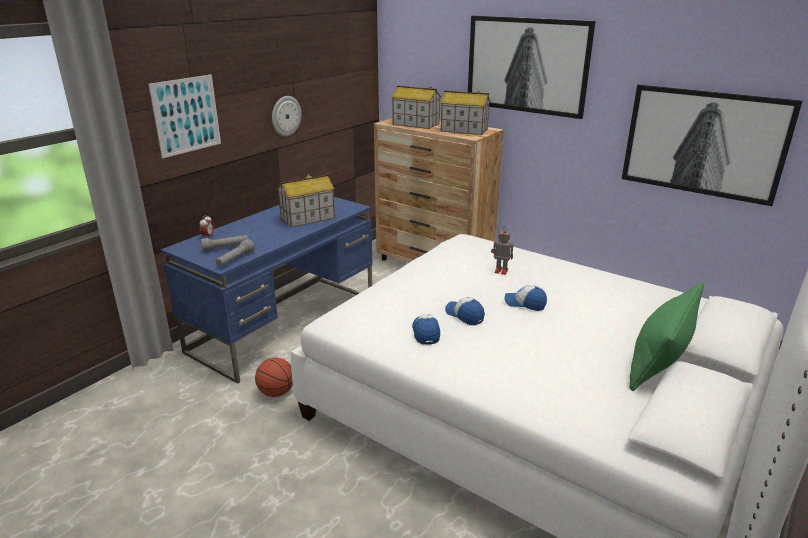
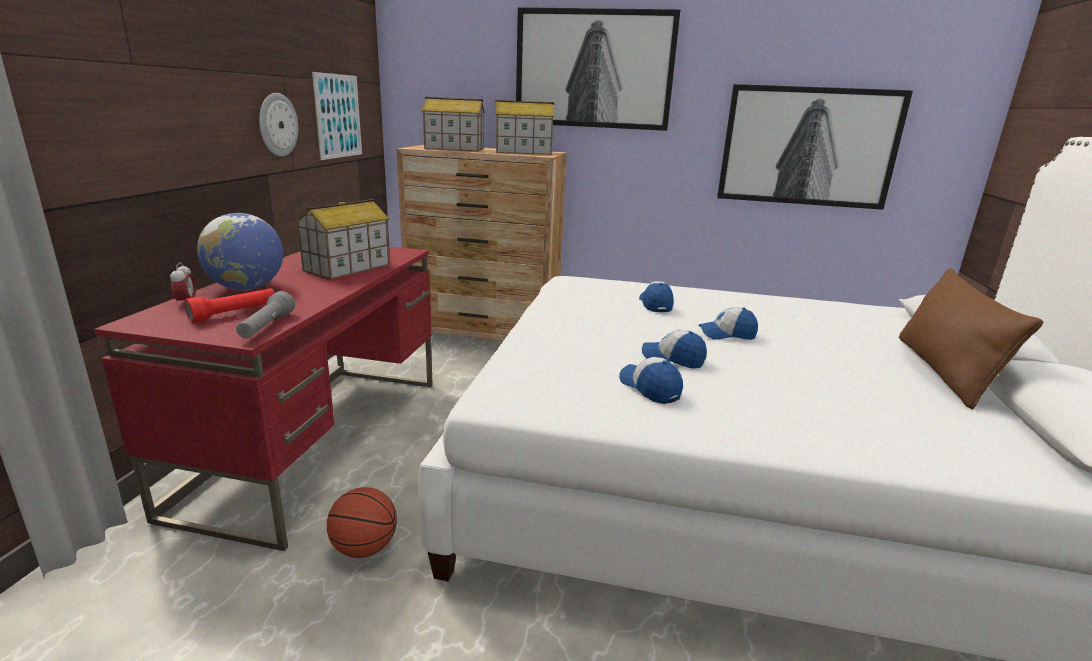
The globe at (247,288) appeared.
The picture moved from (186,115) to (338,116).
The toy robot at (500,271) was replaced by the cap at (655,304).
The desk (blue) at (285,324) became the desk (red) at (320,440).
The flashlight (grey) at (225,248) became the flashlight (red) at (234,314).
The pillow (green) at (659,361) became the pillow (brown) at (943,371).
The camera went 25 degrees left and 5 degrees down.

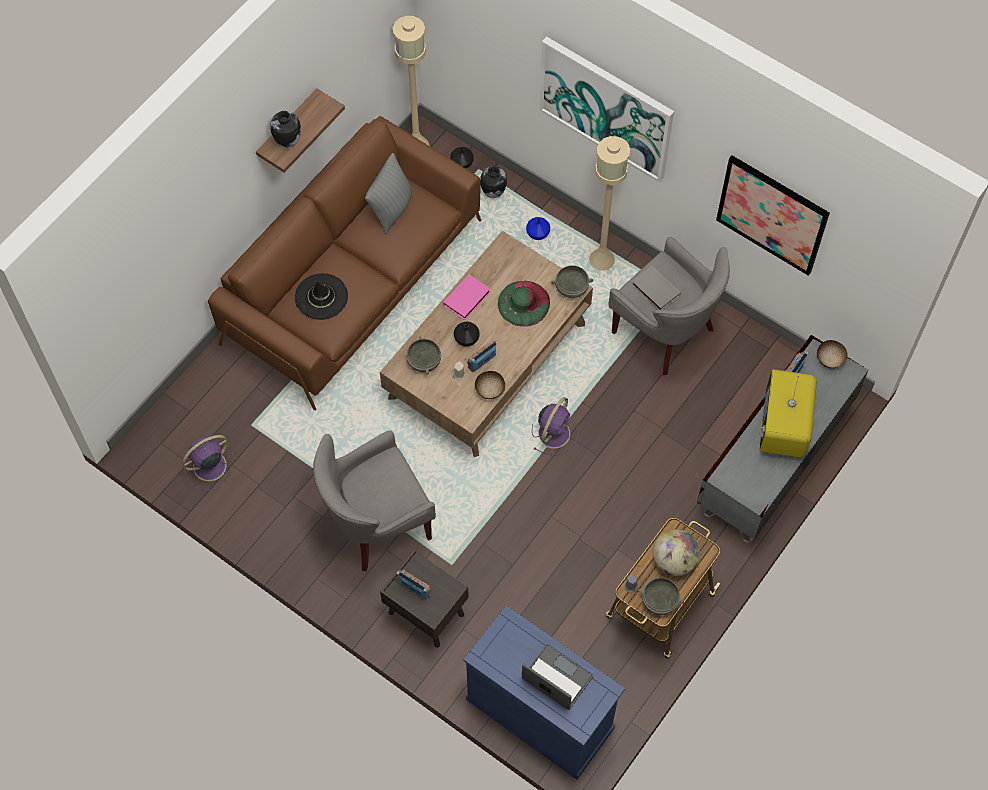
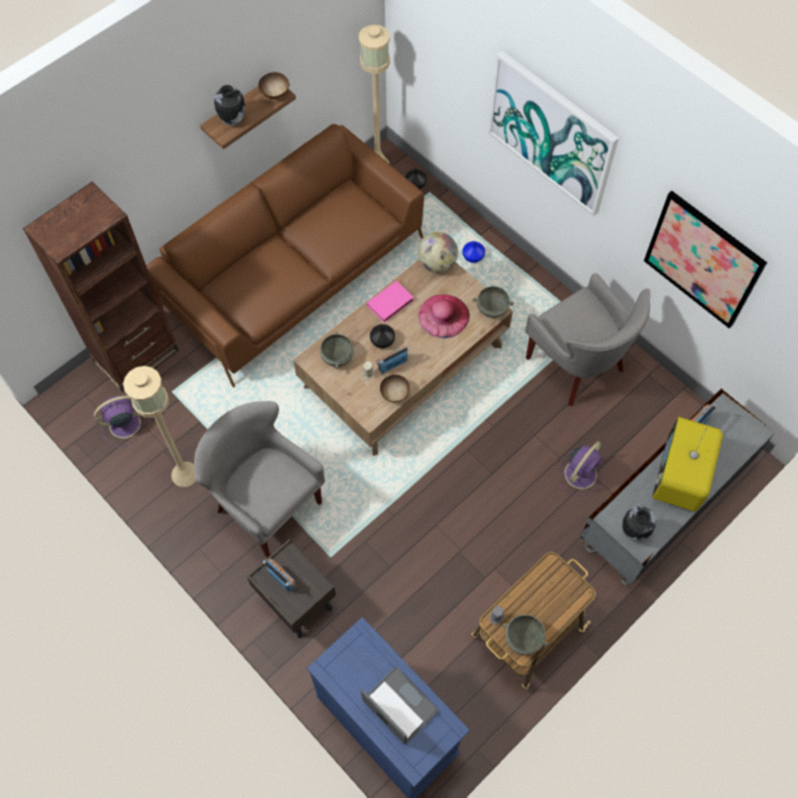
The hat (black) at (321,297) disappeared.
The pillow (grey) at (392,209) disappeared.
The book (grey) at (654,290) disappeared.
The bookcase (brown) at (136,356) appeared.
The vase moved from (493,192) to (633,531).
The fan (purple) moved from (554,432) to (581,472).
The floor lamp (beige) moved from (601,260) to (184,474).
The globe moved from (674,561) to (437,263).
The bowl moved from (829,360) to (274,94).
The hat (green) at (523,303) became the hat (pink) at (443,316).
The armchair (grey) at (376,524) turned 60 degrees clockwise.
The camera went 10 degrees right and 0 degrees up.

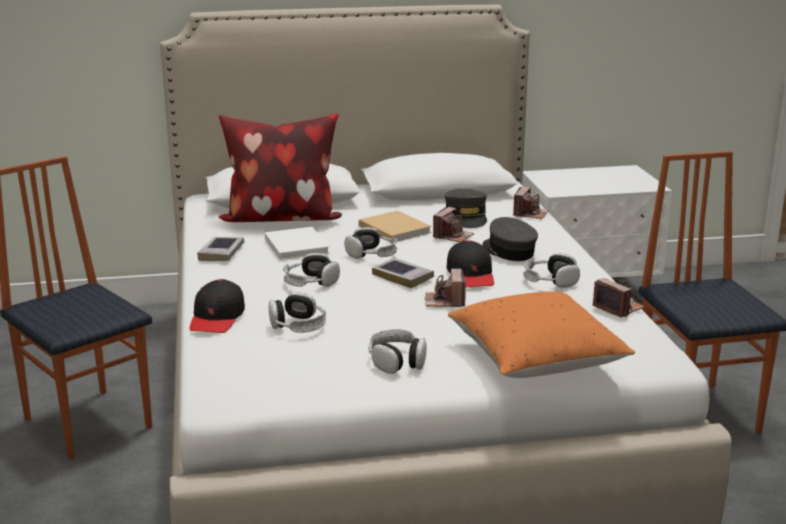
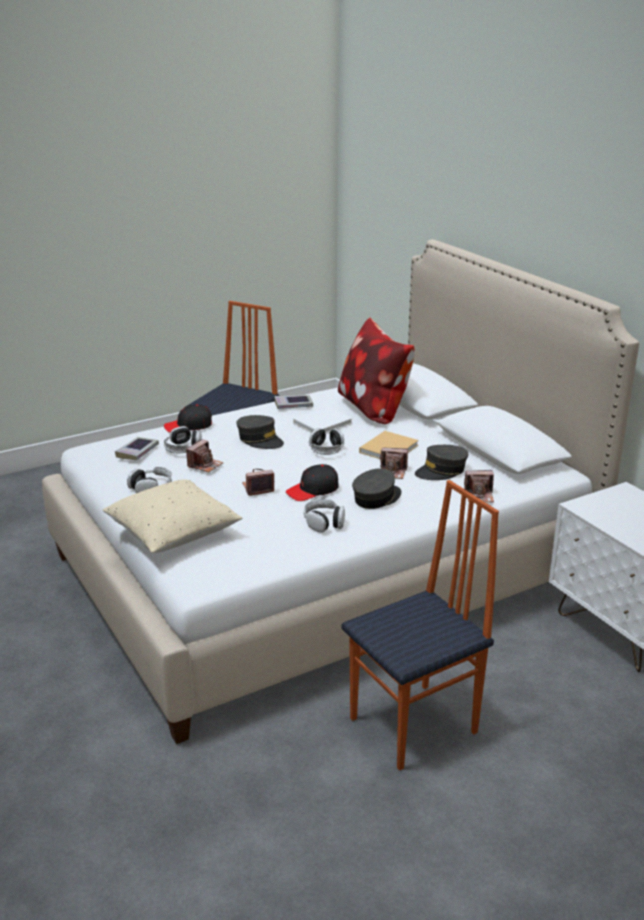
The book moved from (403,277) to (137,452).
The photo camera moved from (618,308) to (205,465).
The headphones at (311,282) was replaced by the cap (grey) at (260,440).
The pillow (orange) at (536,360) became the pillow (beige) at (173,533).
The camera went 70 degrees right and 5 degrees up.

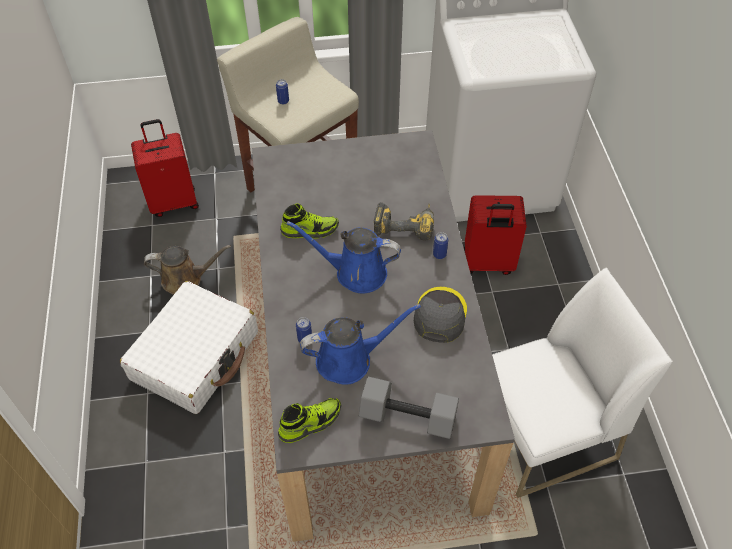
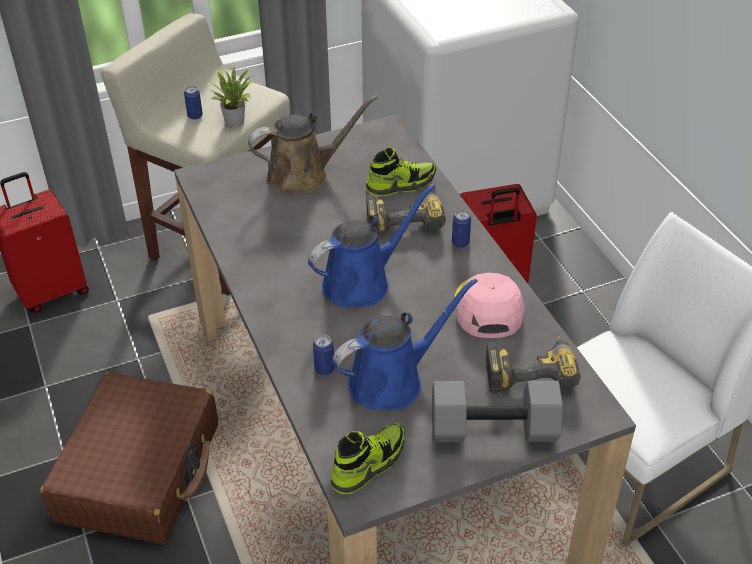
The potted plant at (235,120) appeared.
The power drill at (529,369) appeared.
The watering can (brown) moved from (186,279) to (303,174).
The shoe moved from (309,230) to (401,184).
The suitcase (white) at (195,356) became the suitcase (brown) at (139,472).
The cap (grey) at (439,315) became the cap (pink) at (487,308).
The watering can (blue) at (355,272) turned 150 degrees clockwise.
The camera went 15 degrees left and 10 degrees down.

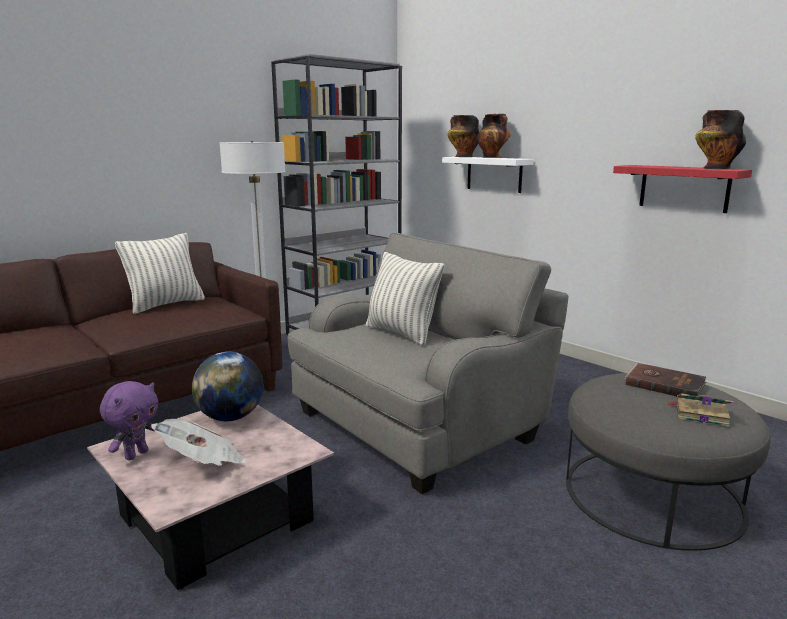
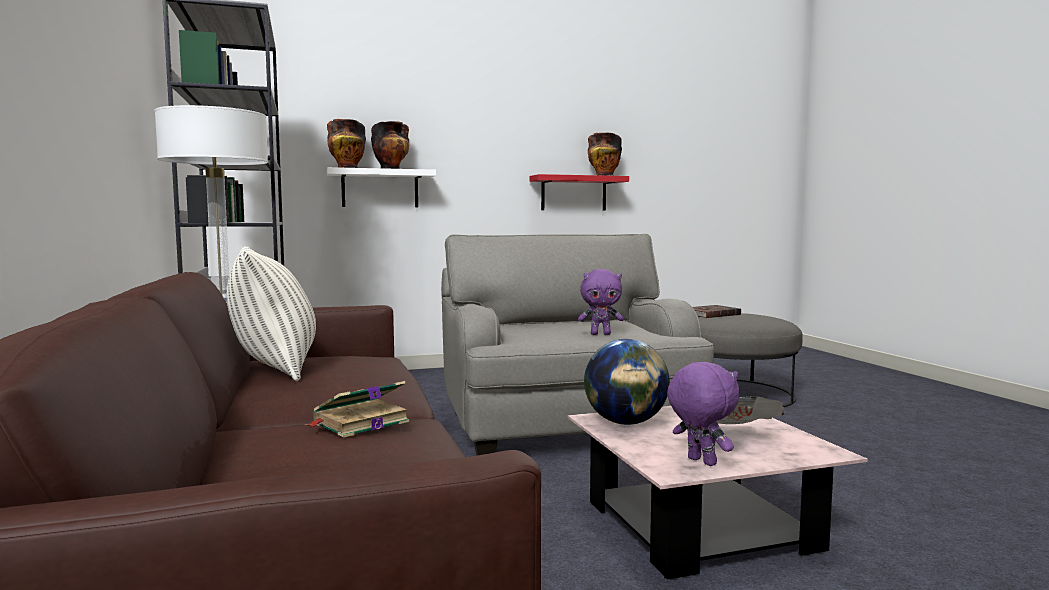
The pillow at (402,333) disappeared.
The plush toy (purple) at (600,334) appeared.
The book moved from (699,414) to (359,423).
The camera went 65 degrees left and 10 degrees down.

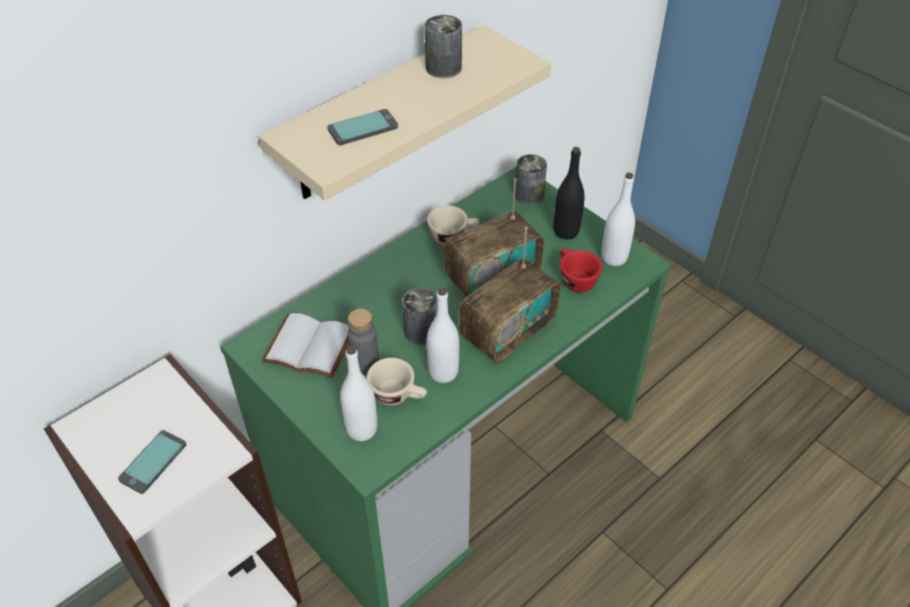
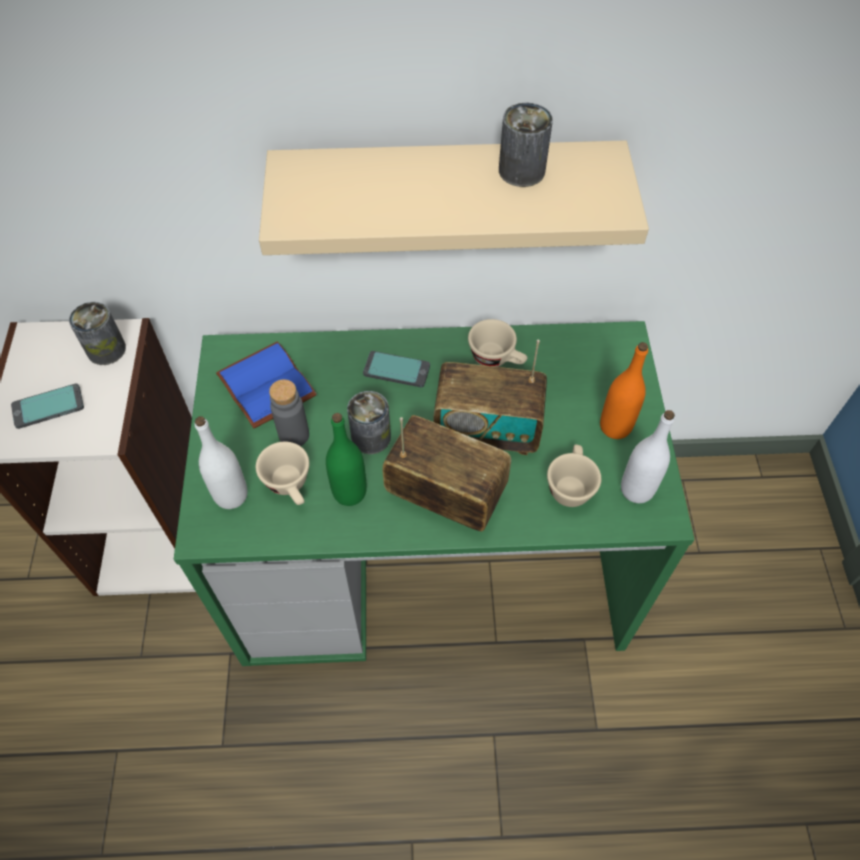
The phone moved from (362,128) to (396,370).
The can moved from (529,195) to (106,349).
The book (white) at (307,348) became the book (blue) at (263,386).
The bottle (white) at (443,372) became the bottle (green) at (349,492).
The bottle (black) at (566,231) became the bottle (orange) at (615,426).
The cup (red) at (574,279) became the cup (beige) at (569,485).
The radio at (507,333) turned 150 degrees counterclockwise.
The camera went 40 degrees right and 10 degrees up.

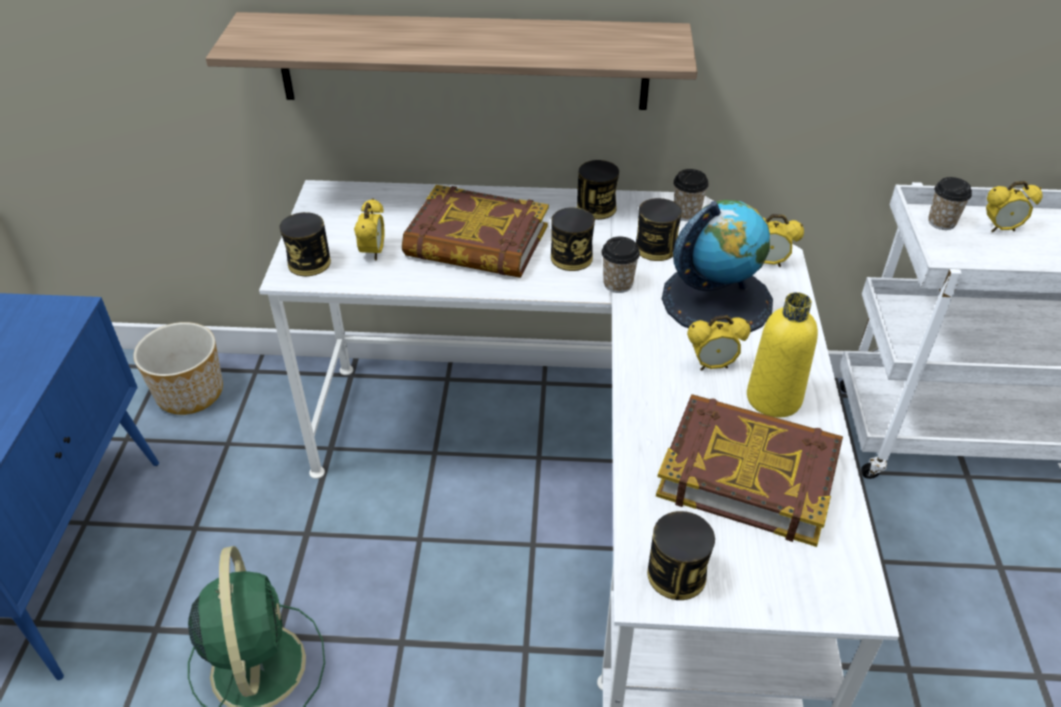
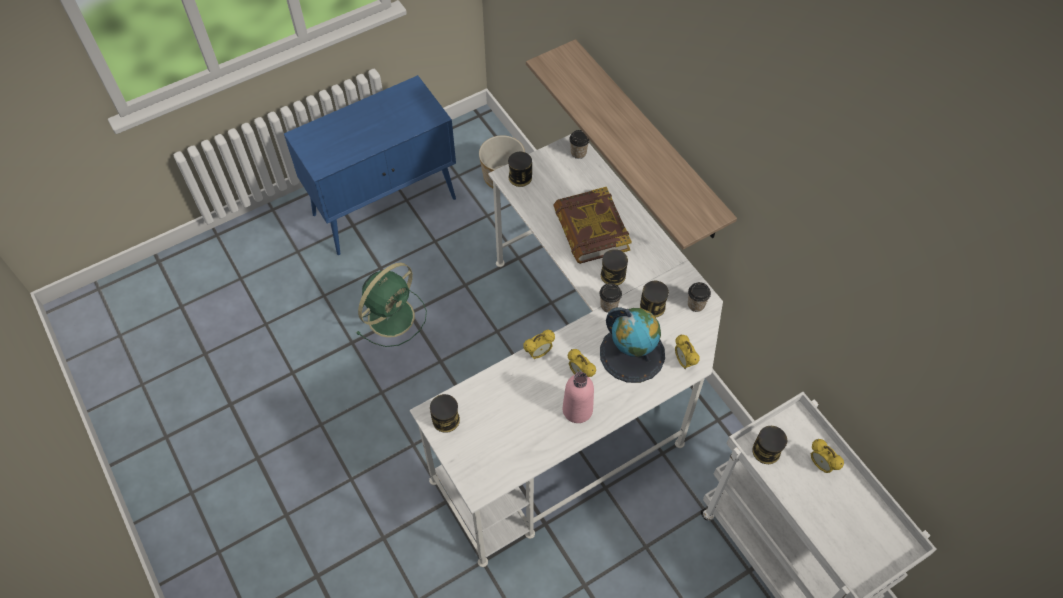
The book at (748,474) disappeared.
The alarm clock moved from (373,253) to (539,353).
The can moved from (596,208) to (766,451).
The cup moved from (941,222) to (578,153).
The bottle (yellow) at (773,398) became the bottle (pink) at (577,410).
The camera went 55 degrees right and 15 degrees up.

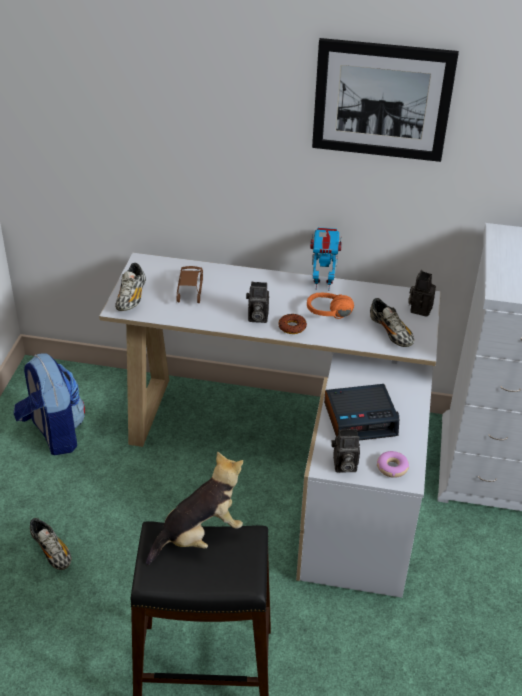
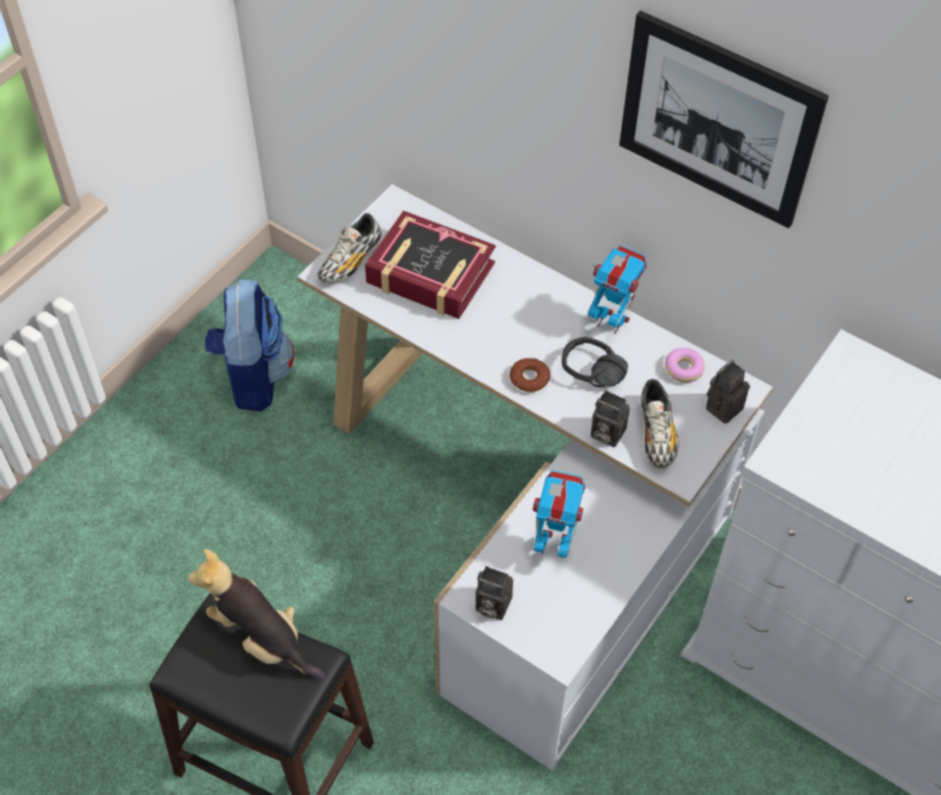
The shoe at (52,551) disappeared.
The photo camera moved from (256,317) to (605,433).
The donut moved from (392,468) to (683,369).
The toy car (brown) at (190,291) was replaced by the book at (430,274).
The alarm clock at (360,419) was replaced by the toy robot at (554,544).
The headphones (orange) at (329,317) became the headphones (black) at (588,378).
The plush toy at (200,536) turned 135 degrees counterclockwise.
The camera went 25 degrees right and 15 degrees up.

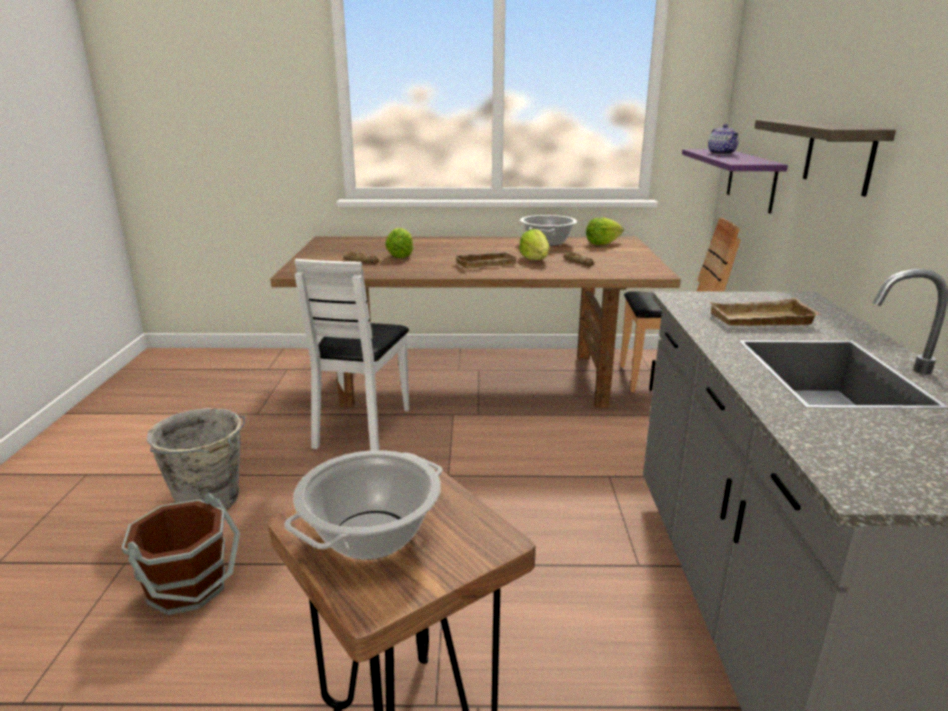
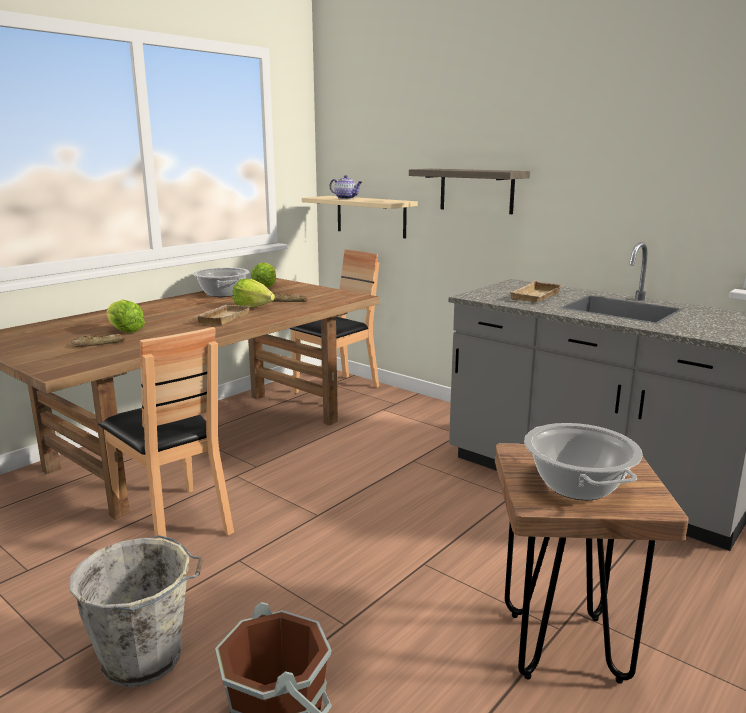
The chair (white) at (361,427) became the chair (brown) at (174,522).
The shelf (purple) at (751,179) became the shelf (beige) at (371,216).
The camera went 50 degrees left and 5 degrees down.

